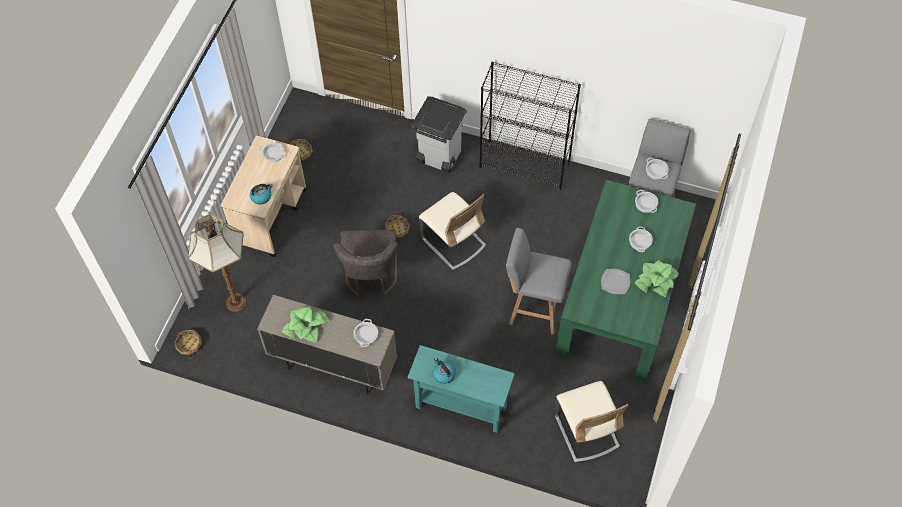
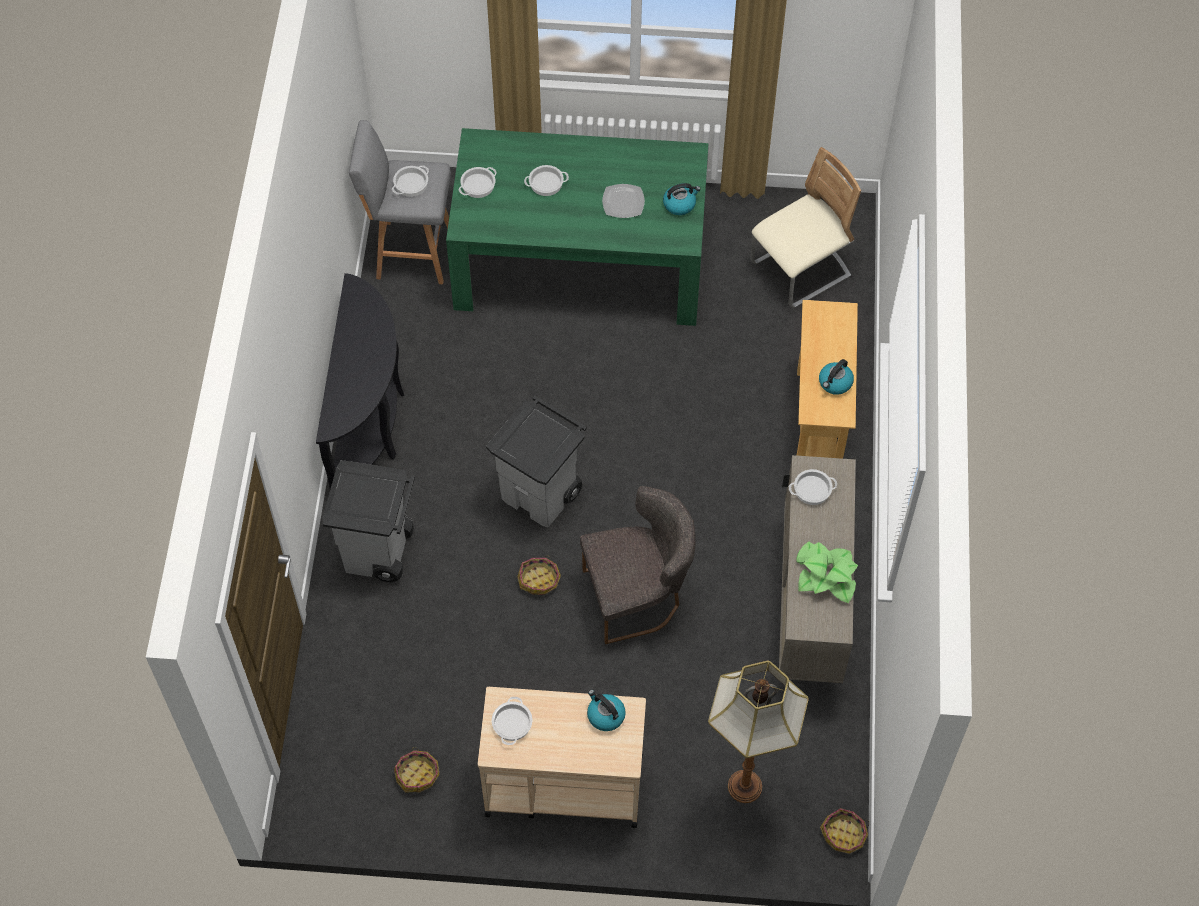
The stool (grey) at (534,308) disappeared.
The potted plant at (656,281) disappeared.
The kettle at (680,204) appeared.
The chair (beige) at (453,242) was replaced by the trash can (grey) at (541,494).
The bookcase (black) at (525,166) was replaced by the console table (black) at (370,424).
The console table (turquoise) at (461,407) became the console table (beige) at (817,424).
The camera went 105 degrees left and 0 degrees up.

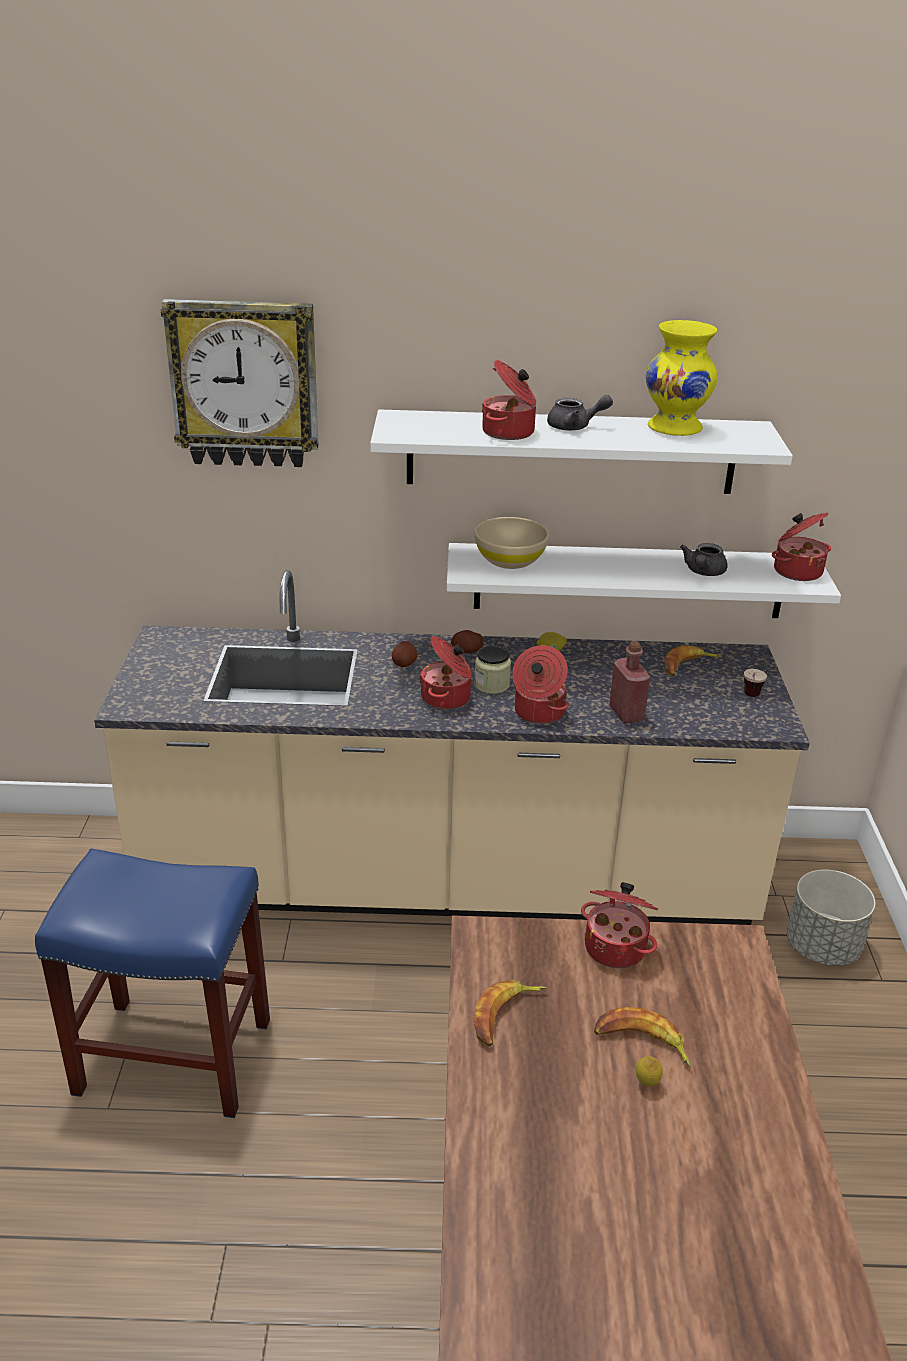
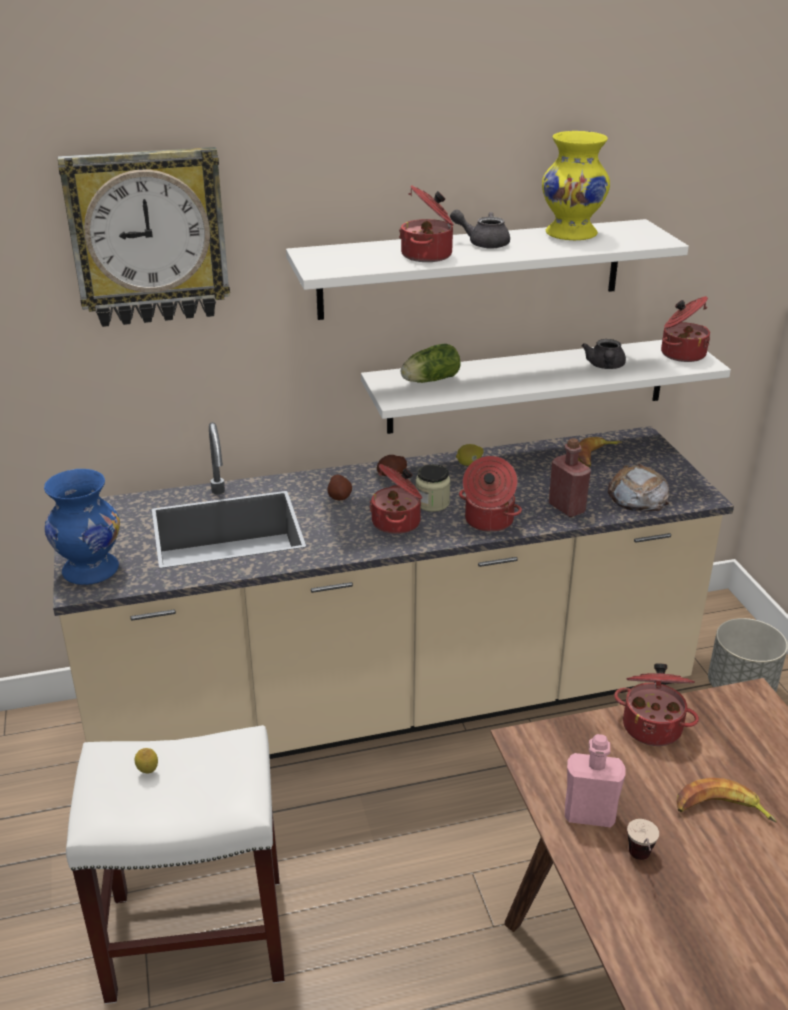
The vase (blue) at (91,571) appeared.
The bread at (637,496) appeared.
The lemon moved from (647,1084) to (148,772).
The cup moved from (750,698) to (640,862).
The bowl (beige) at (510,560) was replaced by the lettuce at (428,380).
The banana at (505,1016) was replaced by the bottle (pink) at (589,815).
The stool (blue) at (176,1056) became the stool (white) at (199,934).
The teapot (grey) at (574,427) turned 150 degrees counterclockwise.
The camera went 15 degrees left and 0 degrees up.

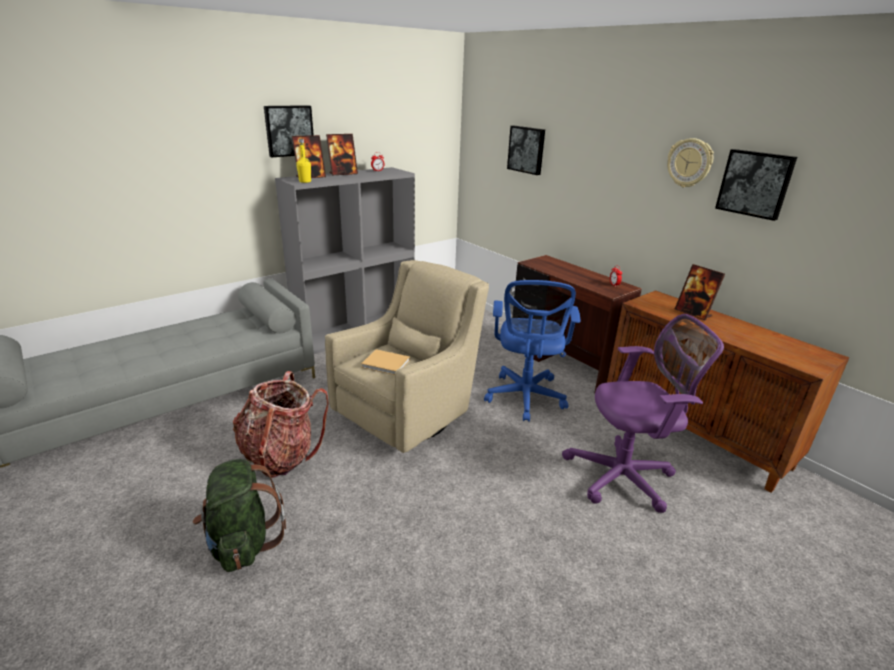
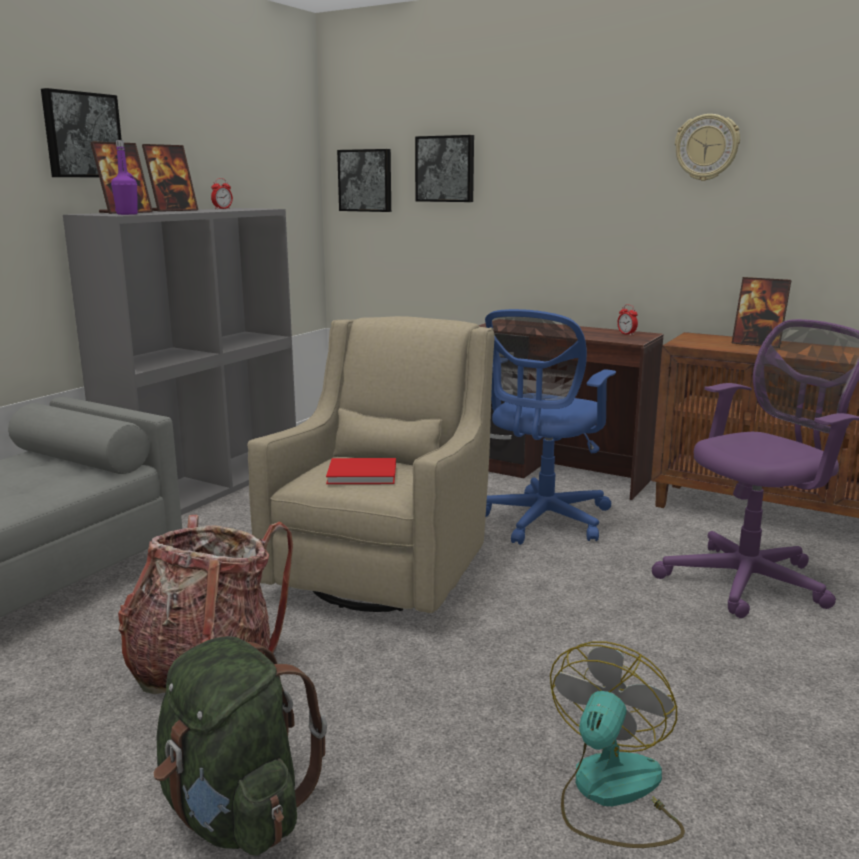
The fan at (611,794) appeared.
The picture moved from (755,183) to (366,180).
The bottle (yellow) at (305,181) became the bottle (purple) at (127,214).
The book (beige) at (387,364) became the book (red) at (364,474).
The office chair (blue) at (525,398) turned 45 degrees clockwise.
The camera went 20 degrees left and 10 degrees down.

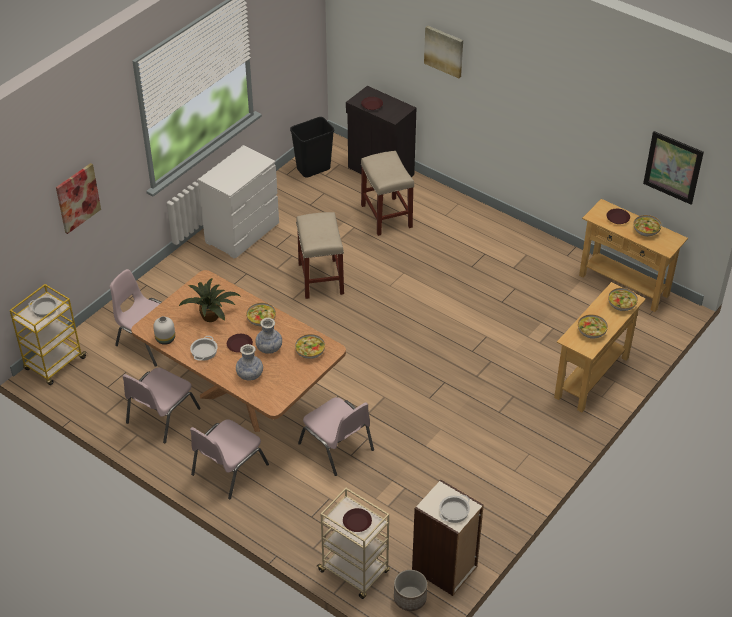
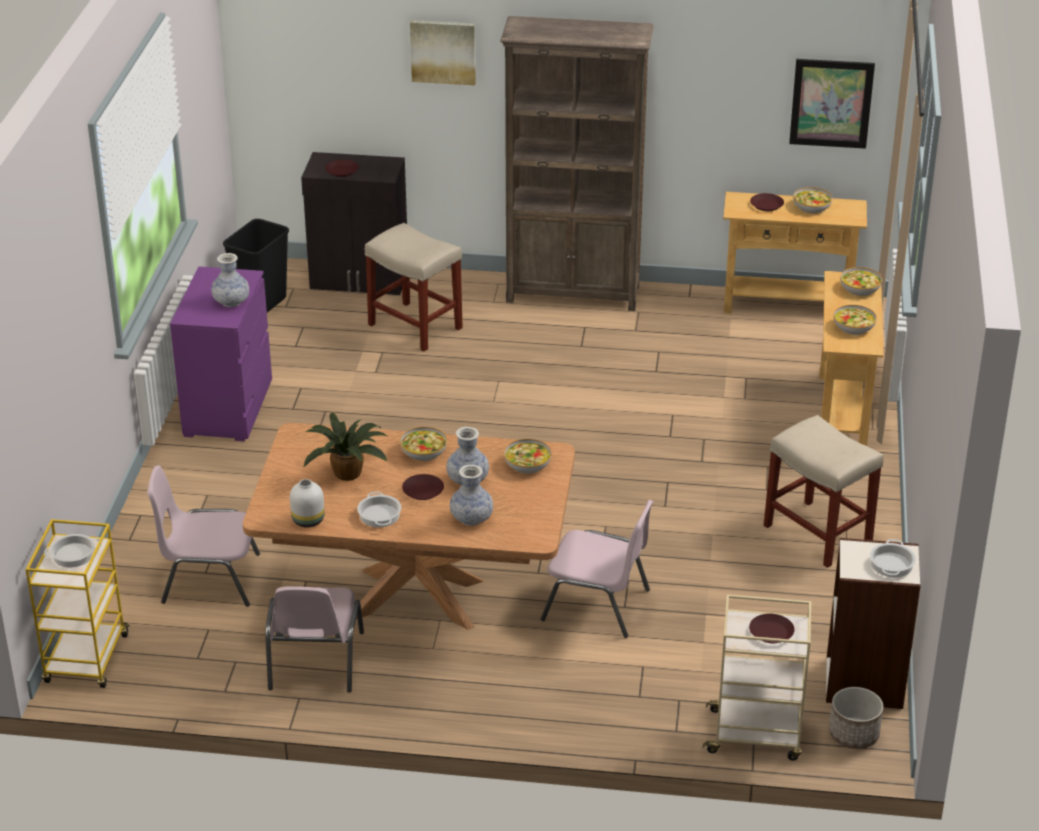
The picture at (77,198) disappeared.
The chair (pink) at (228,470) disappeared.
The vase at (231,302) appeared.
The bookcase (brown) at (574,293) appeared.
The stool (beige) moved from (321,279) to (819,534).
The dresser (white) at (242,233) became the dresser (purple) at (228,408).
The camera went 30 degrees left and 10 degrees down.

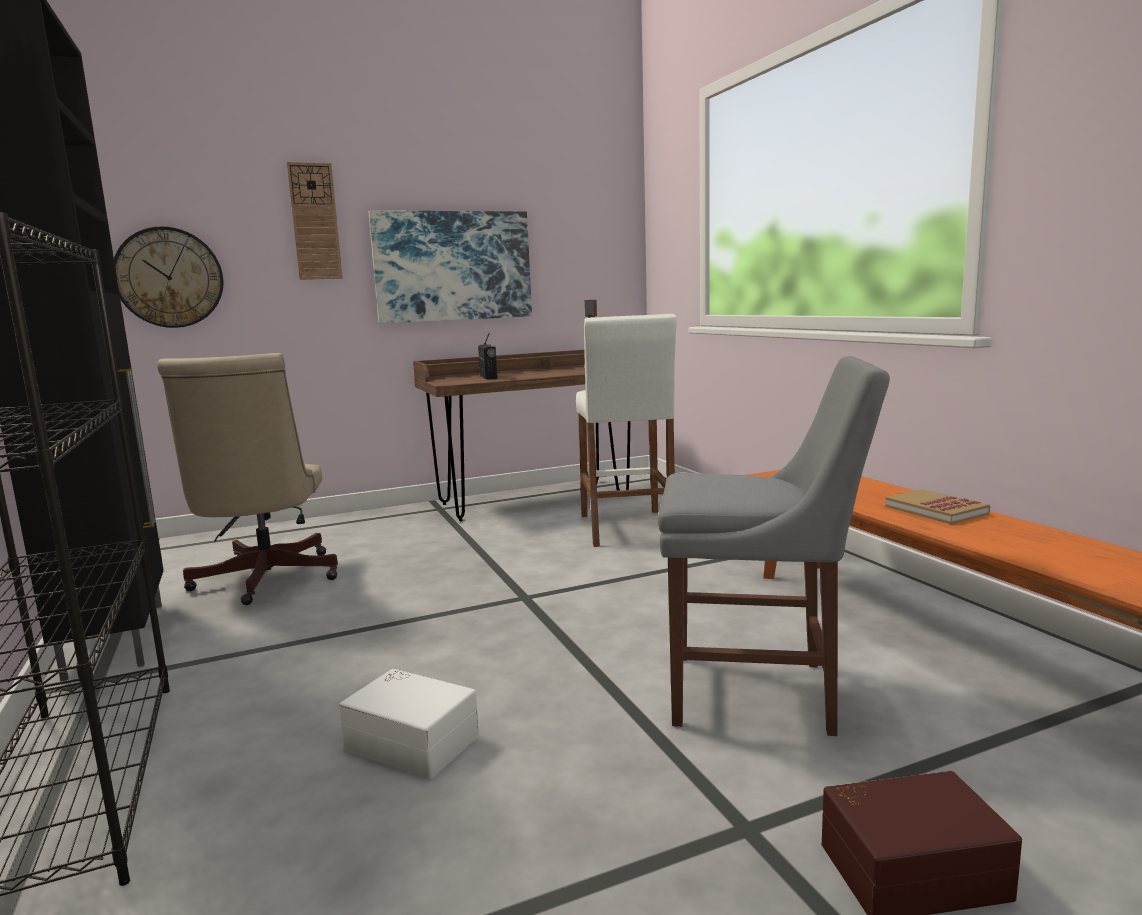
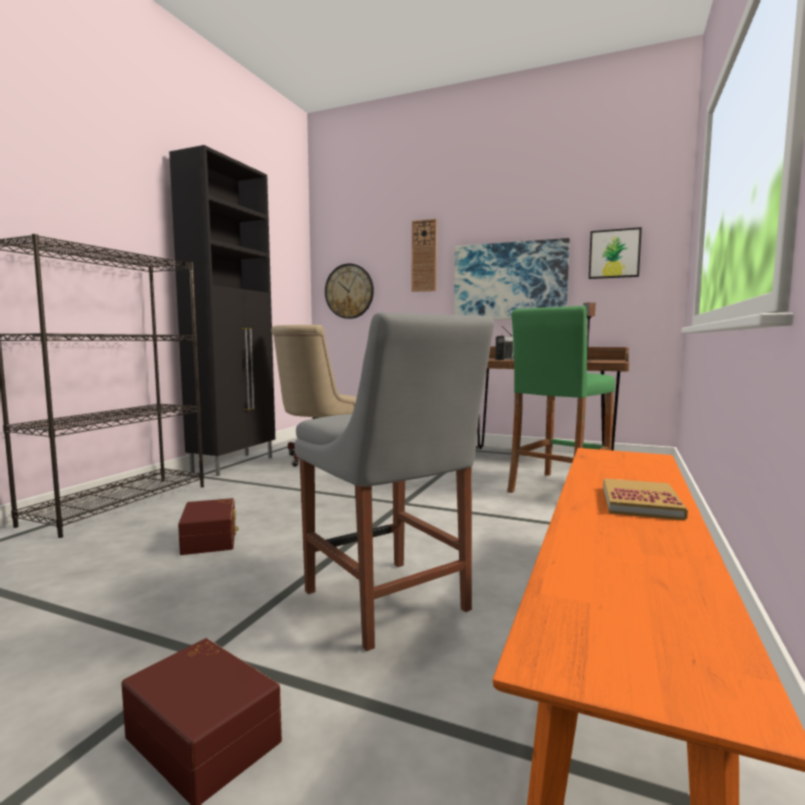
The picture at (614,254) appeared.
The storage box (white) at (414,741) became the storage box (brown) at (211,539).
The stool (white) at (626,528) became the stool (green) at (558,489).
The camera went 45 degrees right and 5 degrees down.

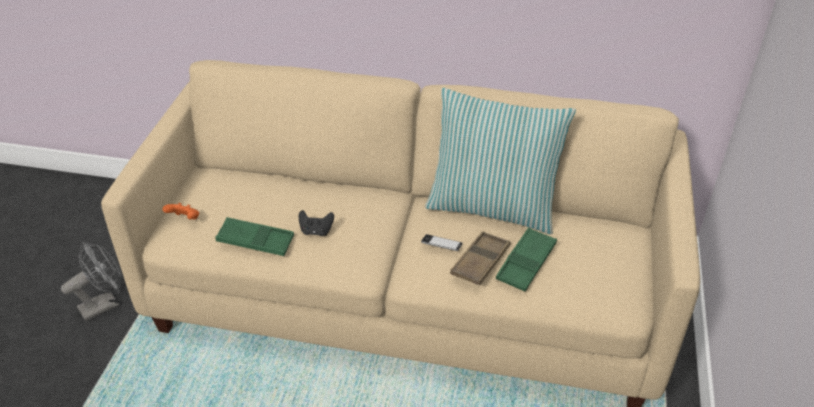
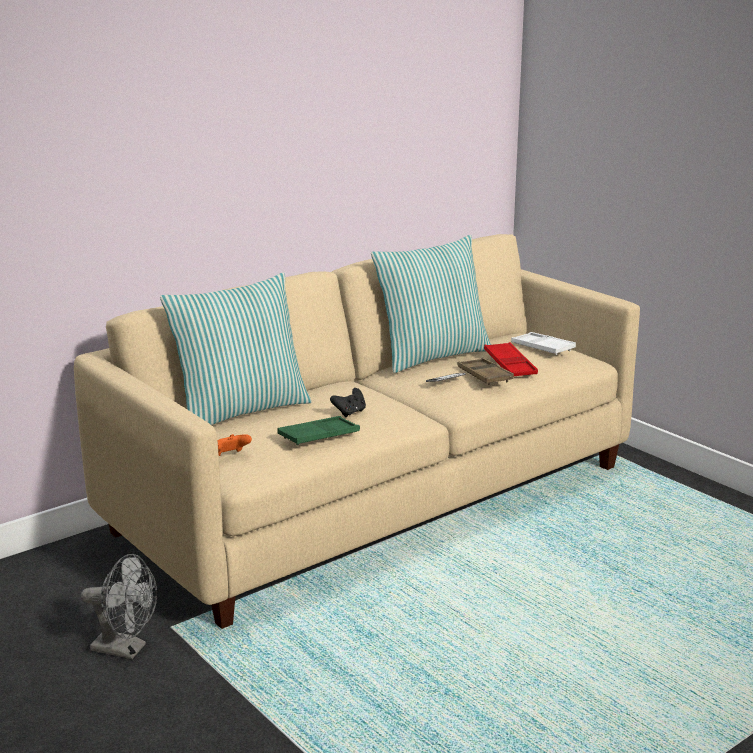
The pillow at (240,410) appeared.
The tray (white) at (542,348) appeared.
The tray (green) at (526,263) became the tray (red) at (510,365).
The fan (grey) at (105,304) turned 105 degrees clockwise.
The camera went 50 degrees left and 20 degrees down.

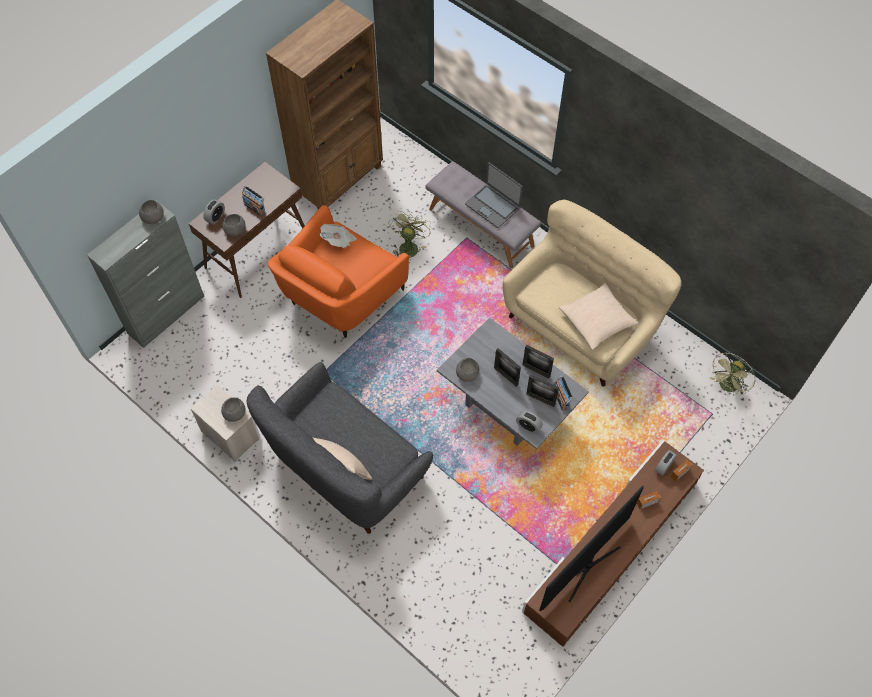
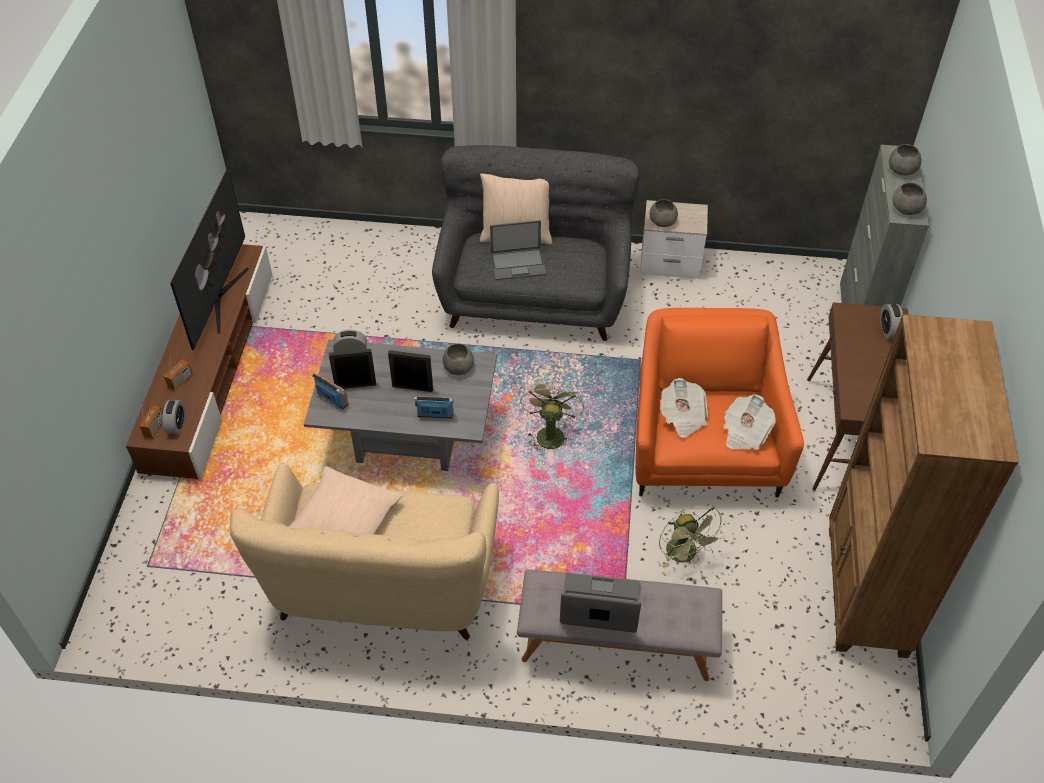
The picture frame at (536,370) disappeared.
The laptop at (518,264) appeared.
The newspaper at (682,417) appeared.
The bowl (grey) moved from (235,229) to (902,170).
The radio moved from (254,207) to (435,414).
The fan (green) moved from (727,387) to (549,432).
The camera went 145 degrees right and 10 degrees down.

